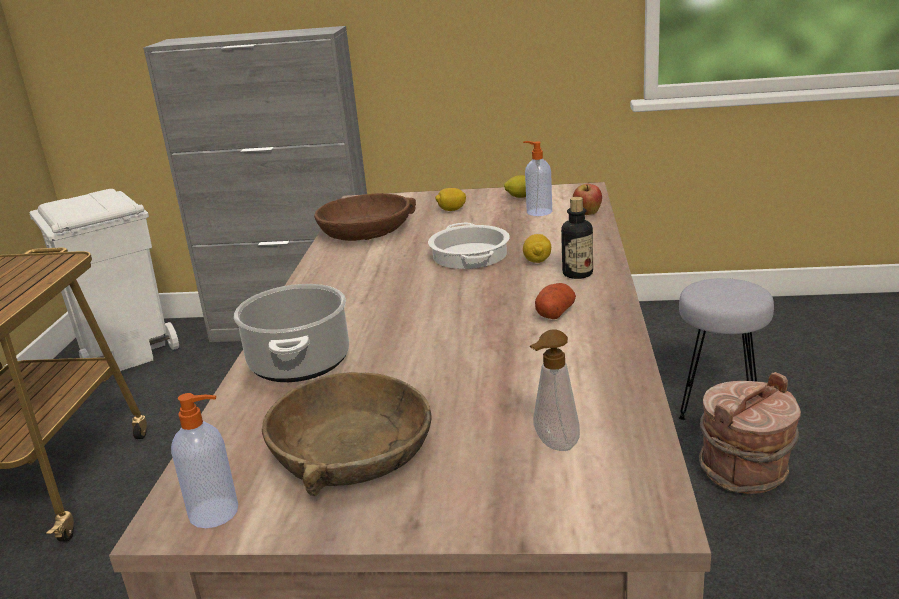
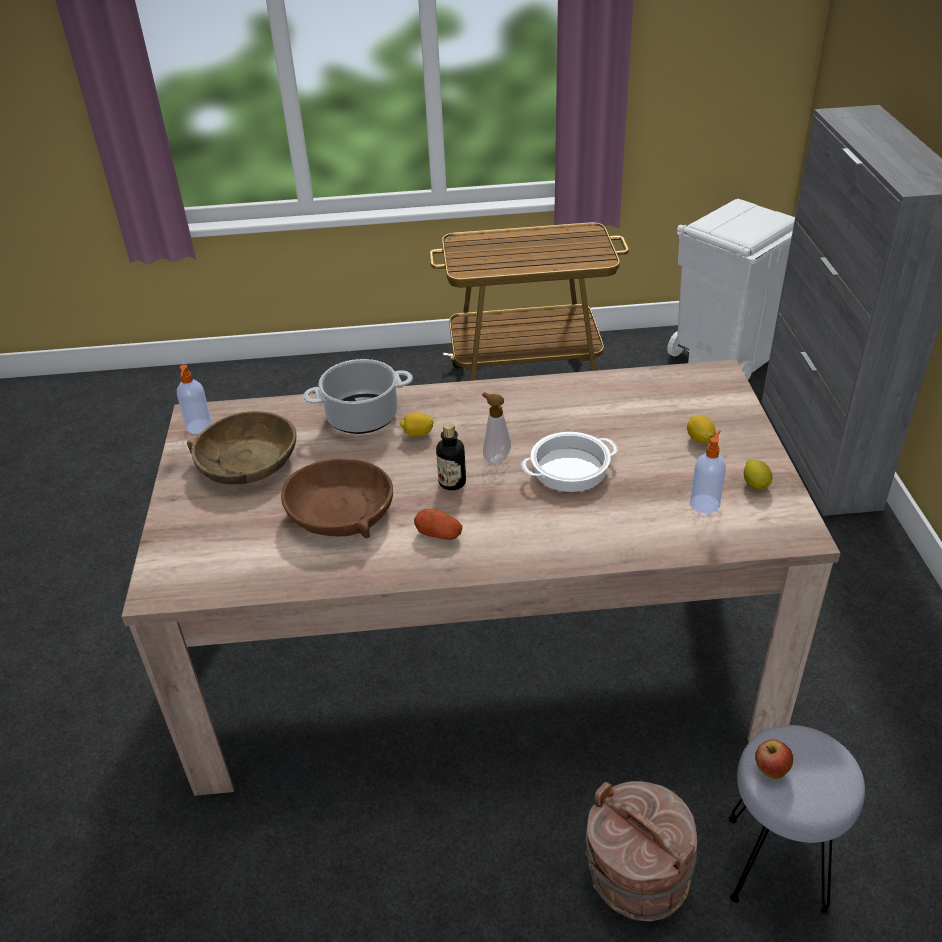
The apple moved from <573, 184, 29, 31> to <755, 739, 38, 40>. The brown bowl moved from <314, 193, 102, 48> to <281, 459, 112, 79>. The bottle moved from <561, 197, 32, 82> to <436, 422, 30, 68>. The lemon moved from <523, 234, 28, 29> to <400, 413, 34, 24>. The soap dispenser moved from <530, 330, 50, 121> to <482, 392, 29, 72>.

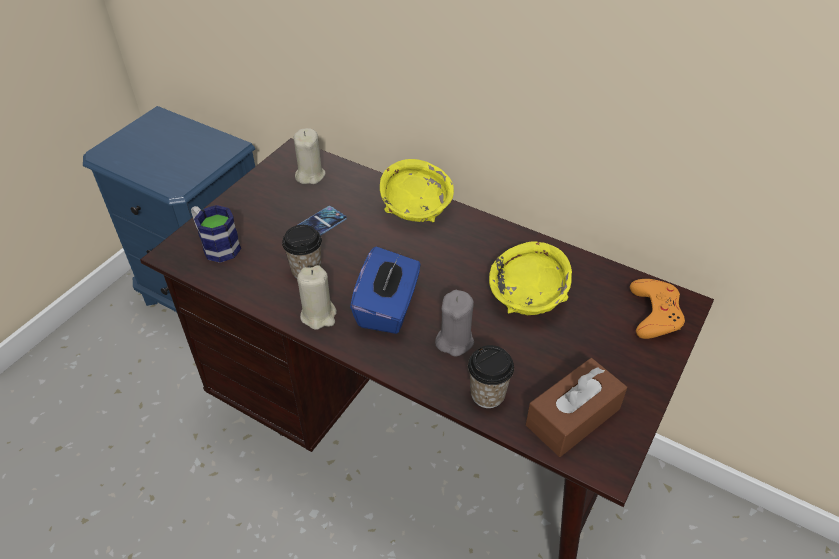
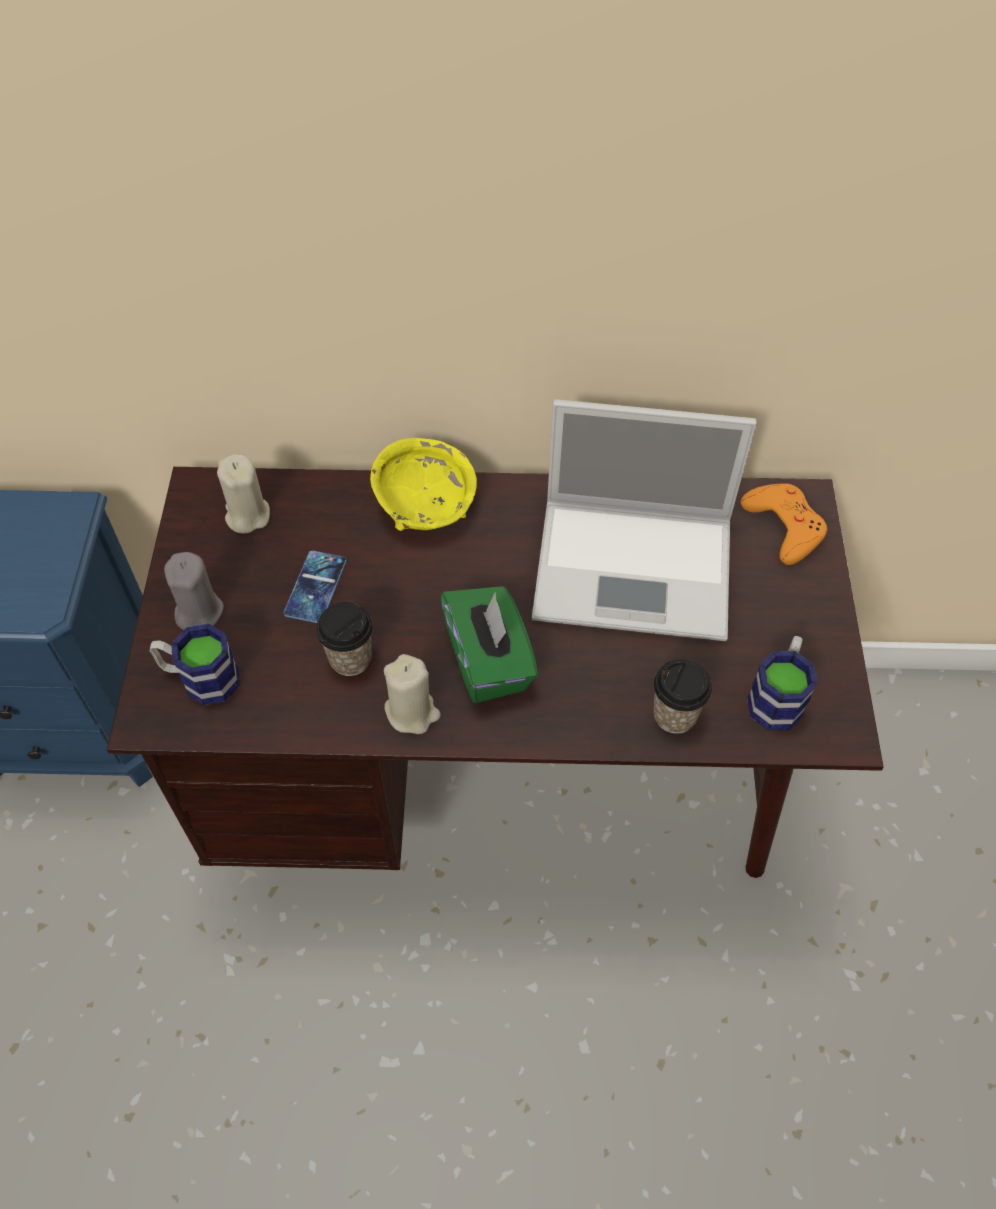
The yellow bowl at <489, 241, 83, 74> was replaced by the laptop at <532, 399, 225, 242>. The blue tissue box at <350, 247, 71, 87> became the green tissue box at <440, 586, 98, 117>. The grey candle moved from <435, 290, 39, 67> to <164, 552, 60, 78>. The brown tissue box at <526, 358, 101, 99> was replaced by the mug at <747, 636, 71, 94>.

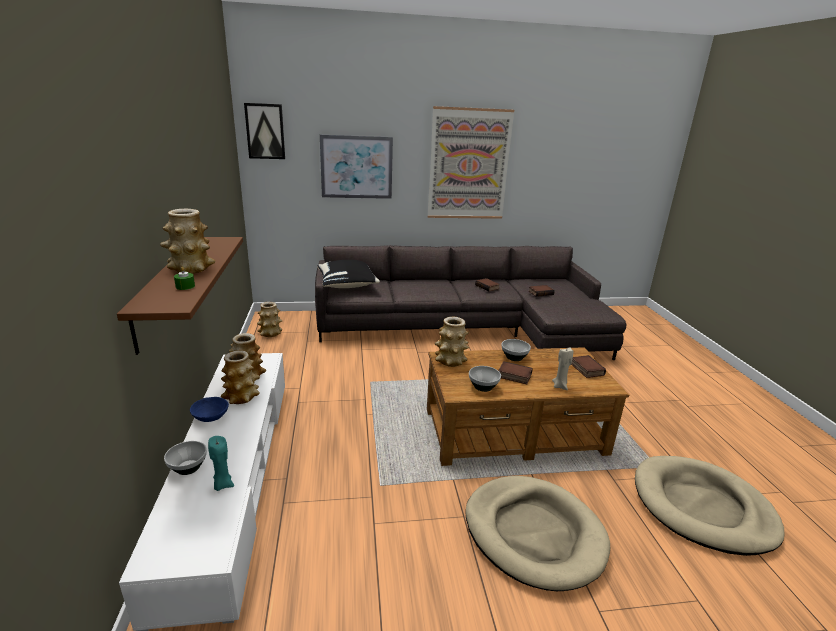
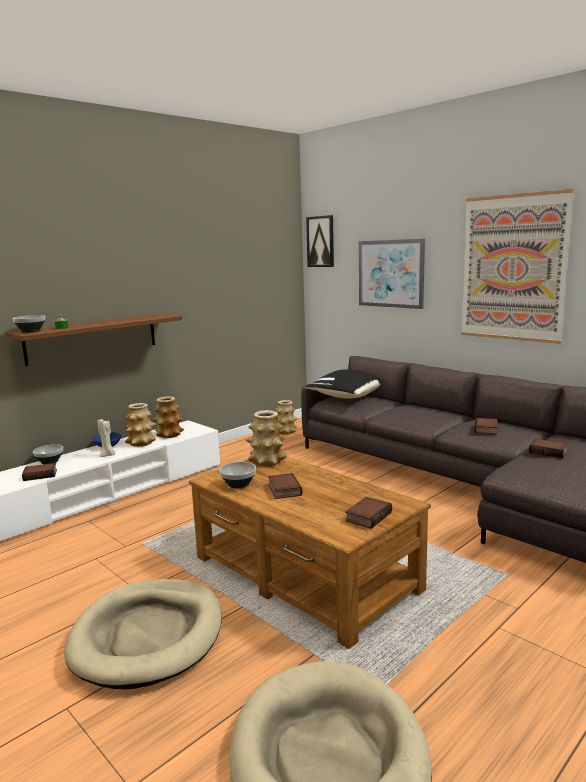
The vase at <160, 209, 55, 65> disappeared. The bowl moved from <502, 339, 29, 22> to <12, 315, 33, 18>. The beige candle moved from <552, 347, 21, 43> to <97, 419, 18, 38>. The turquoise candle at <208, 436, 26, 55> was replaced by the book at <22, 463, 35, 18>.

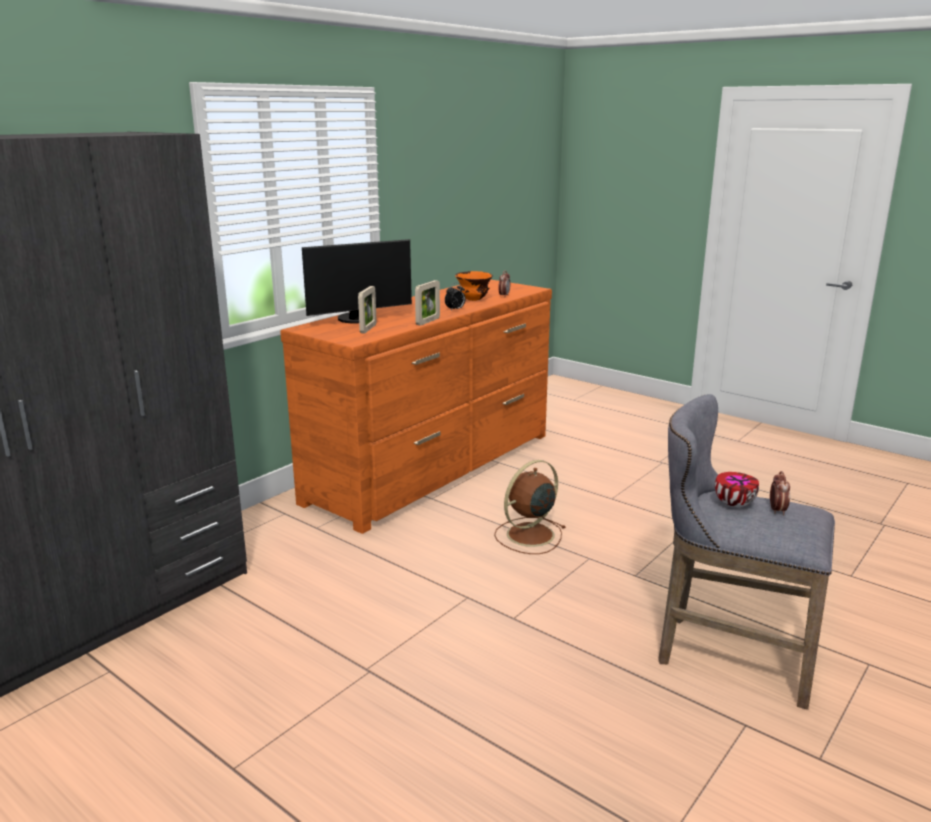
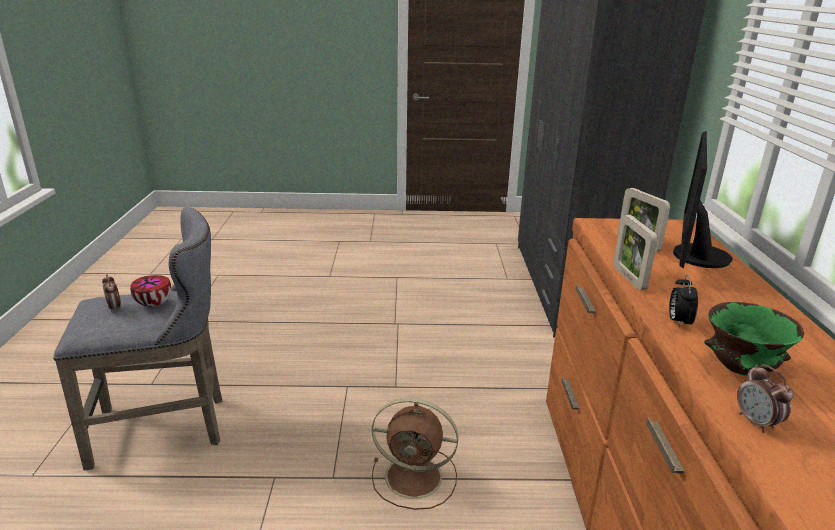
The orange bowl at <455, 271, 38, 30> became the green bowl at <704, 302, 100, 74>. The brown fan at <494, 460, 72, 94> turned 90 degrees clockwise.

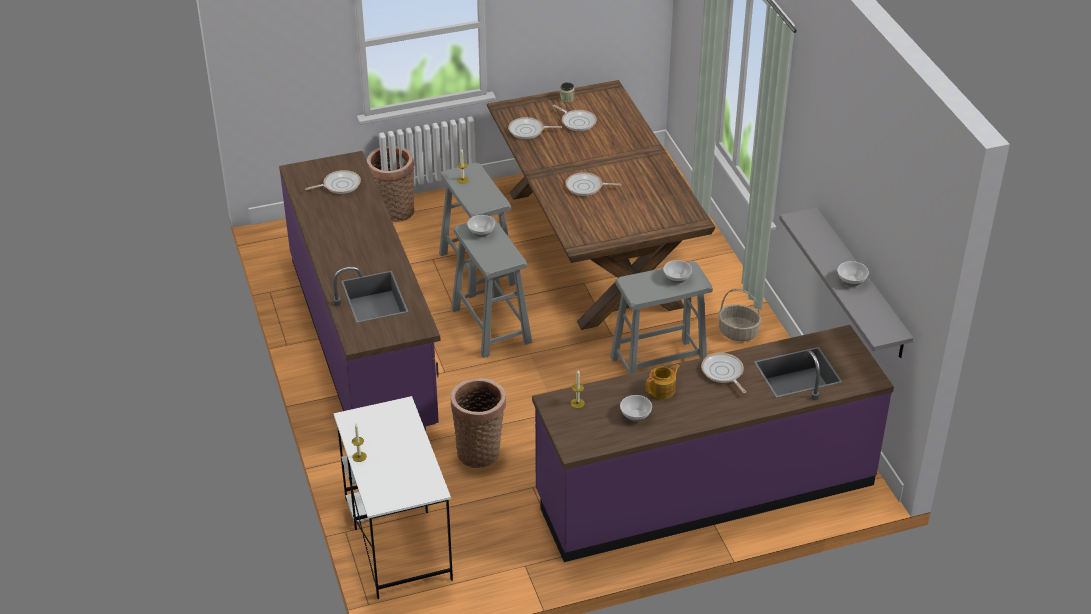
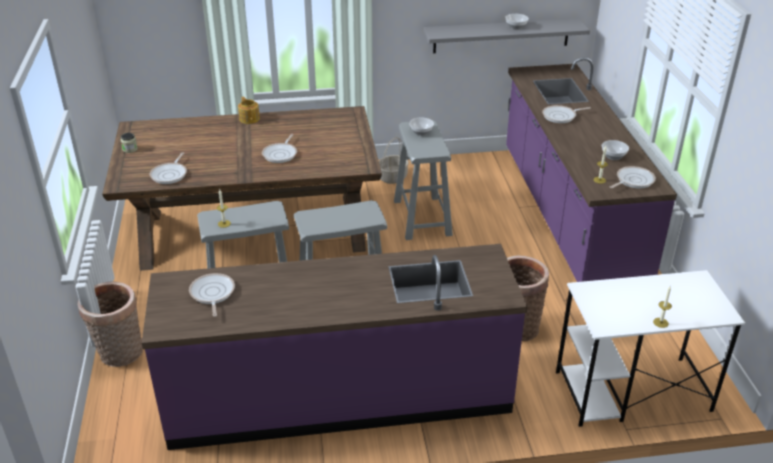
The frying pan moved from <552, 105, 45, 26> to <610, 166, 46, 22>. The bowl at <467, 215, 28, 22> disappeared. The teapot moved from <646, 364, 34, 35> to <238, 97, 22, 27>.

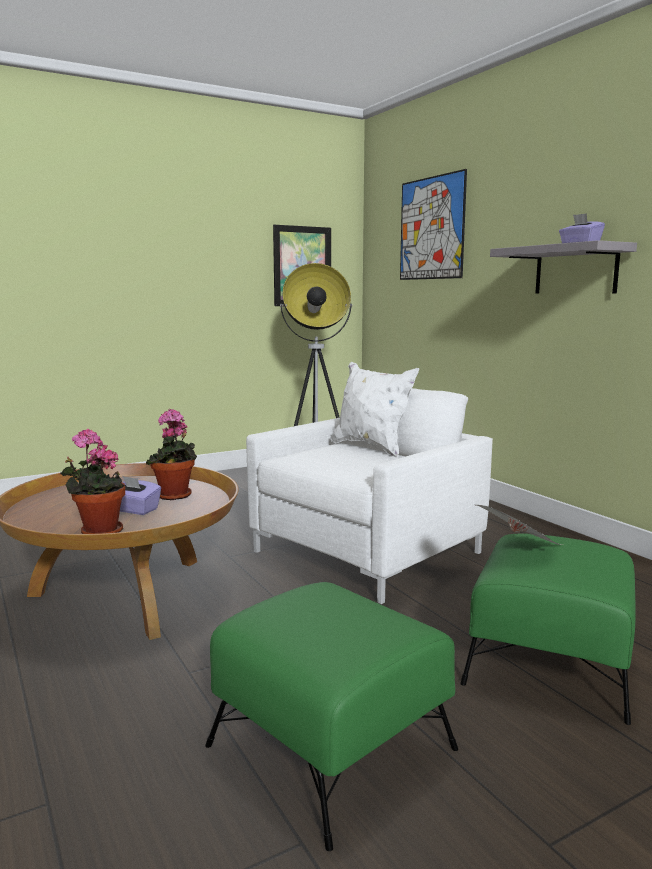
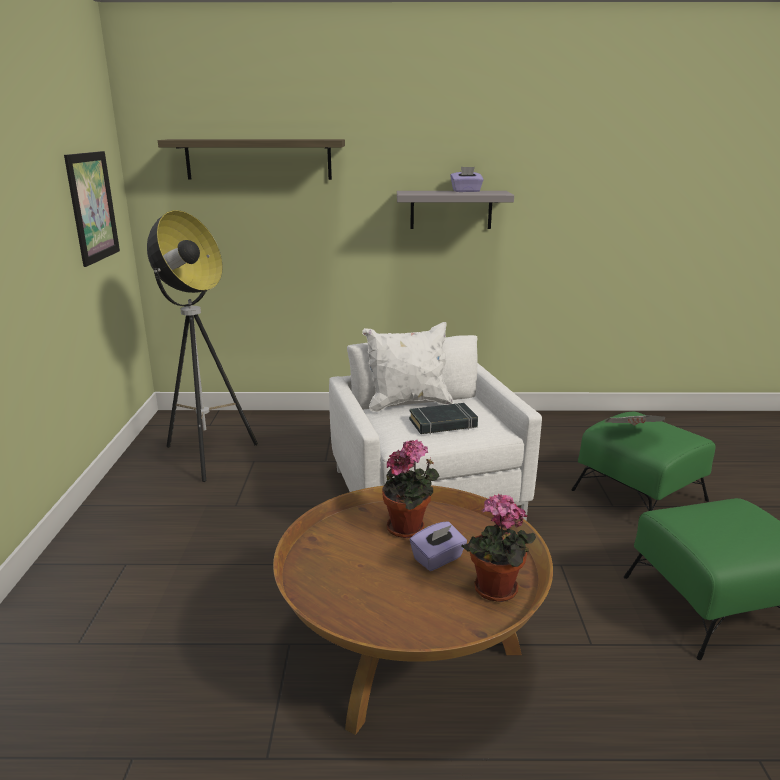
The picture at <400, 169, 67, 111> was replaced by the shelf at <158, 139, 187, 41>. The black book at <409, 403, 69, 31> appeared.

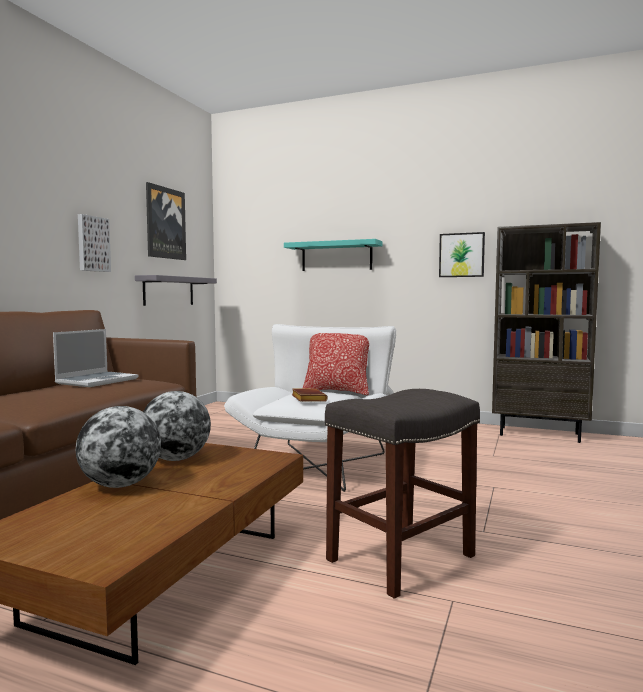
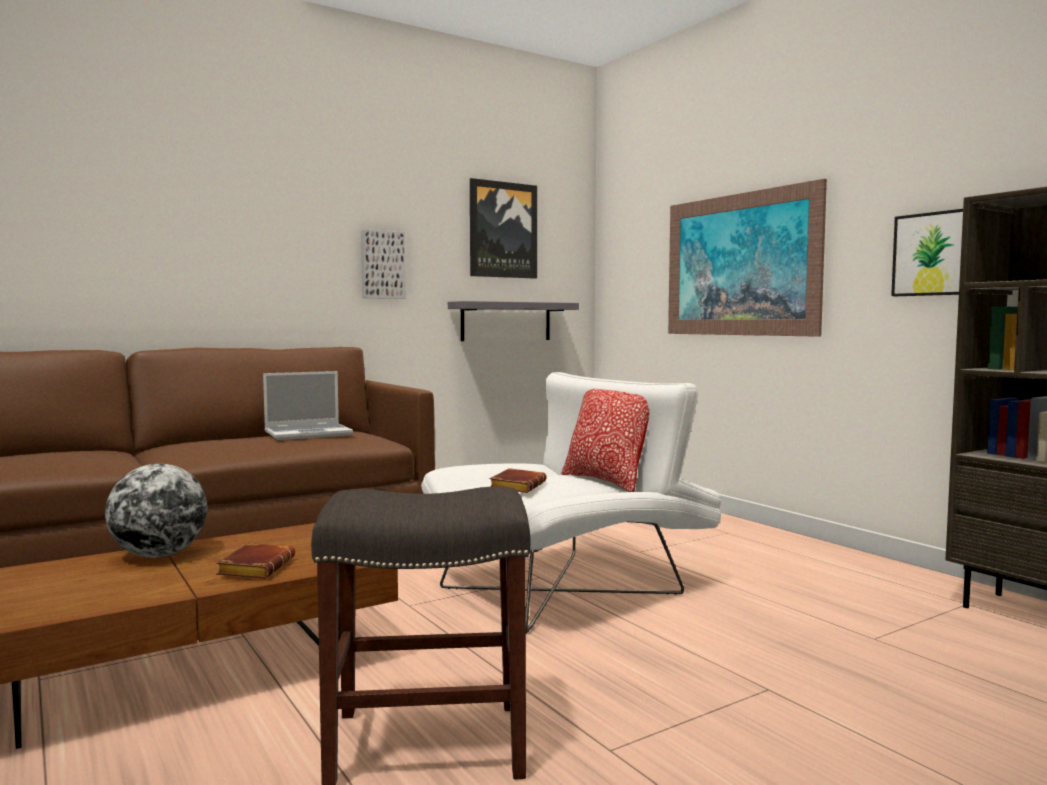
The turquoise shelf at <284, 239, 99, 32> was replaced by the picture at <668, 179, 159, 158>. The globe at <143, 391, 68, 70> disappeared. The brown book at <216, 543, 79, 36> appeared.

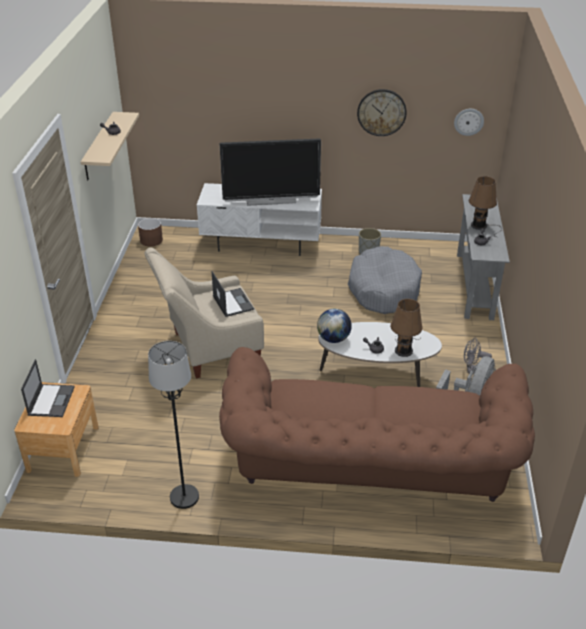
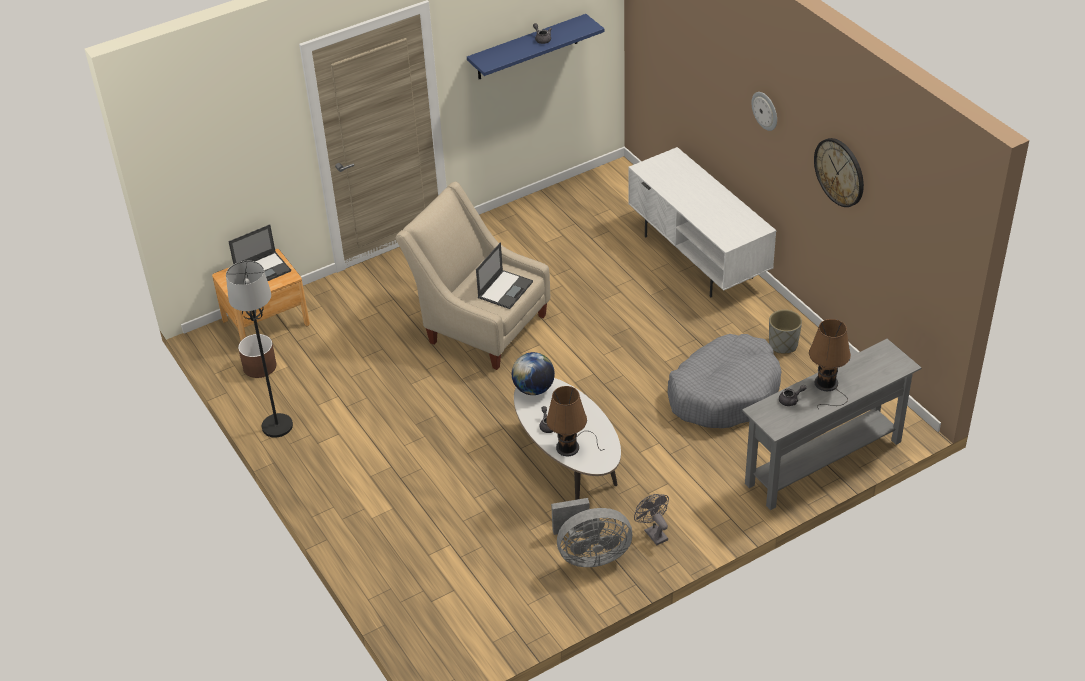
The wall clock moved from <454, 109, 30, 27> to <752, 92, 25, 39>. The beige shelf at <81, 112, 58, 68> became the blue shelf at <467, 14, 138, 65>. The television at <220, 138, 101, 68> disappeared. The brown planter moved from <138, 218, 25, 28> to <238, 334, 39, 44>. The brown sofa at <219, 347, 316, 155> disappeared.

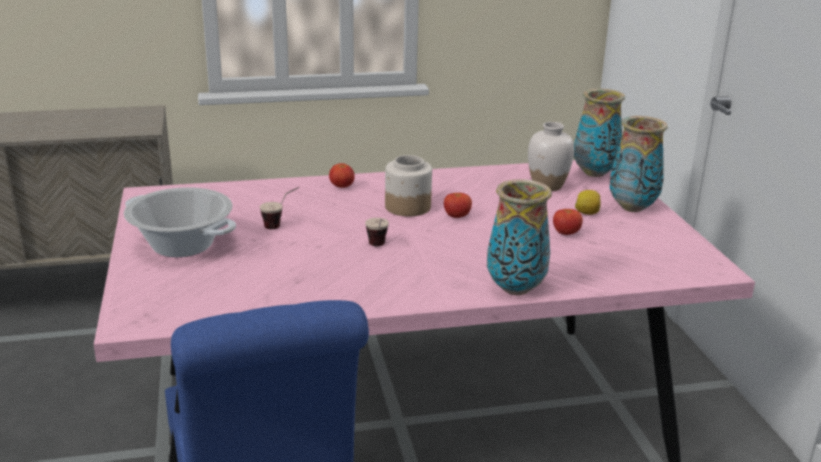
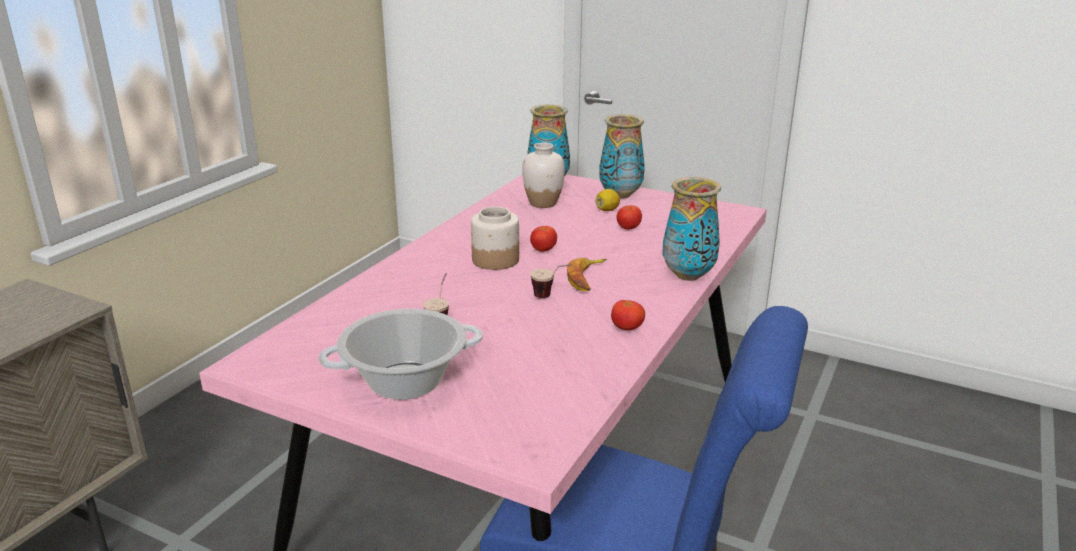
The tomato moved from <329, 163, 26, 25> to <611, 300, 34, 30>. The banana at <567, 258, 40, 33> appeared.

